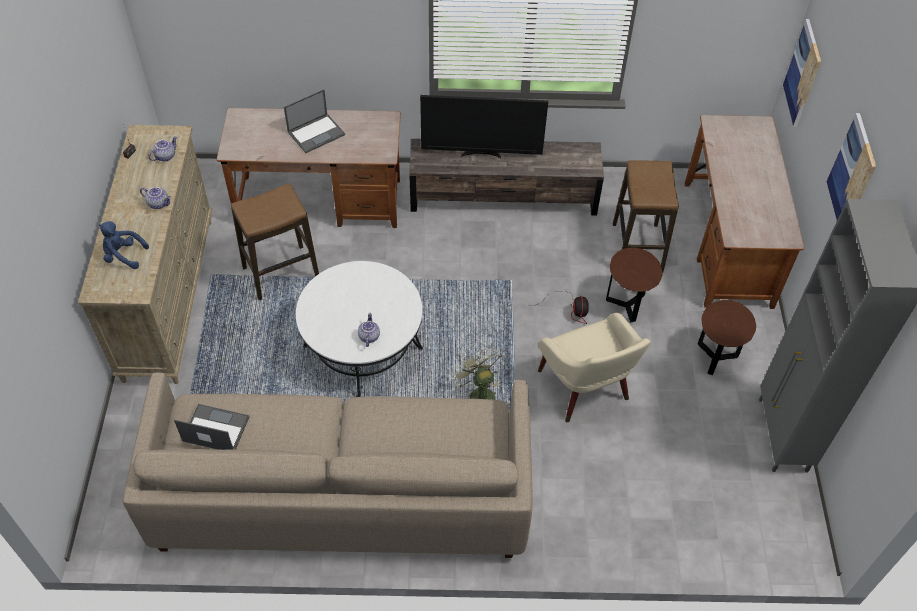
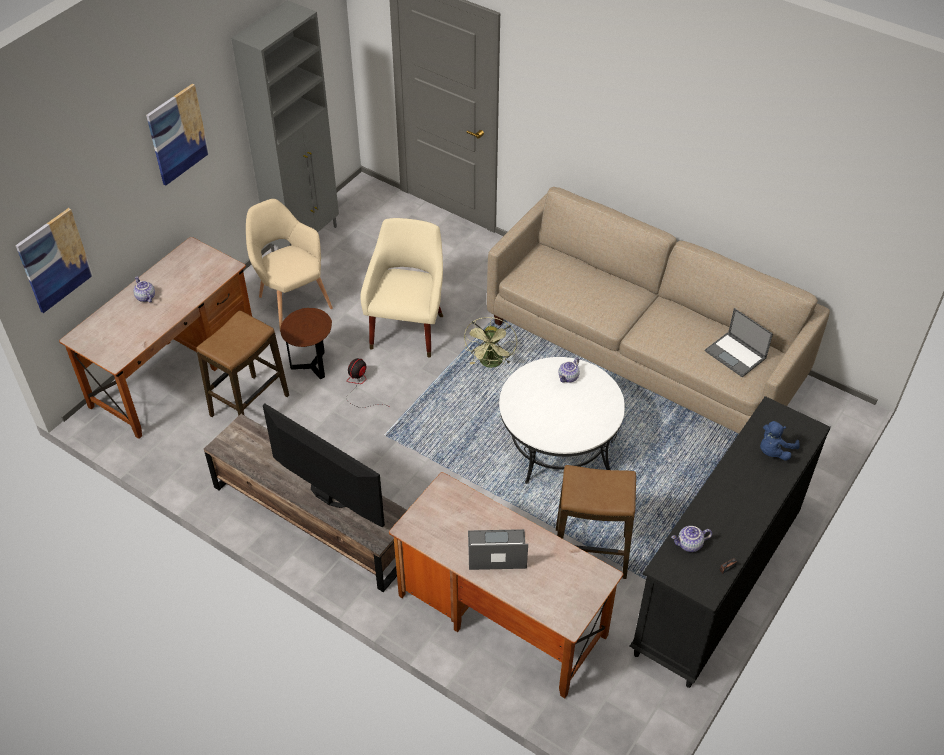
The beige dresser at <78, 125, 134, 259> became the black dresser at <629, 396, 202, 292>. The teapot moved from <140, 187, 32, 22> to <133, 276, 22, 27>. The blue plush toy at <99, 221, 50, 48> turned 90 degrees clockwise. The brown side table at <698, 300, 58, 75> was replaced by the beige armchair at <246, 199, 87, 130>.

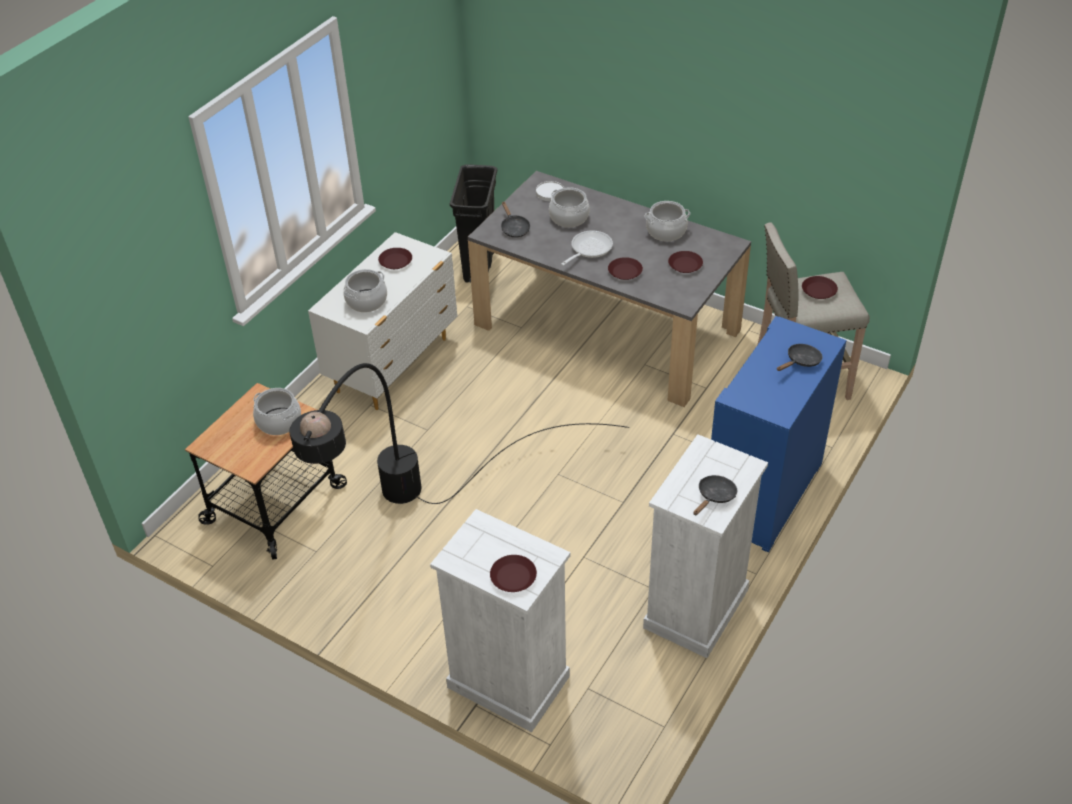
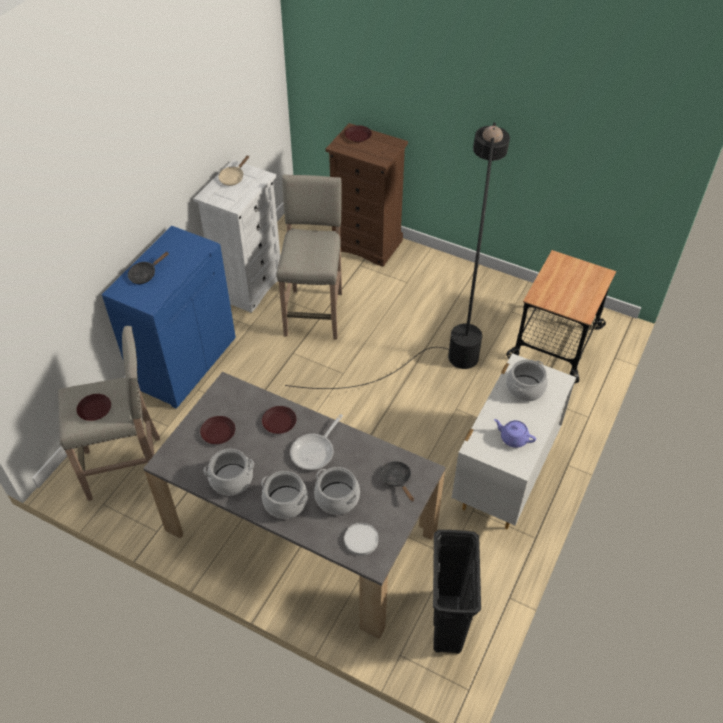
The brown plate at <378, 248, 34, 21> was replaced by the purple teapot at <494, 419, 42, 29>. The cooking pot moved from <253, 388, 48, 47> to <261, 471, 47, 48>. The black frying pan at <694, 475, 43, 40> became the beige frying pan at <218, 156, 31, 30>. The white dresser at <430, 509, 141, 223> became the brown dresser at <326, 123, 82, 144>. The beige stool at <276, 174, 66, 166> appeared.

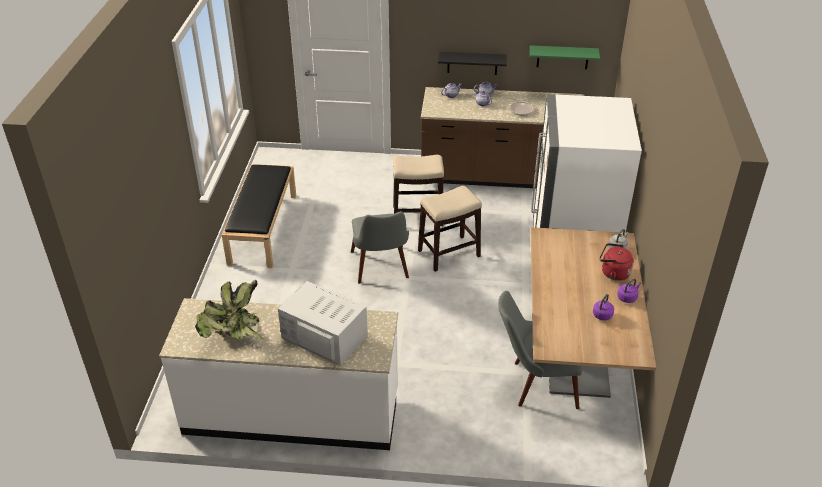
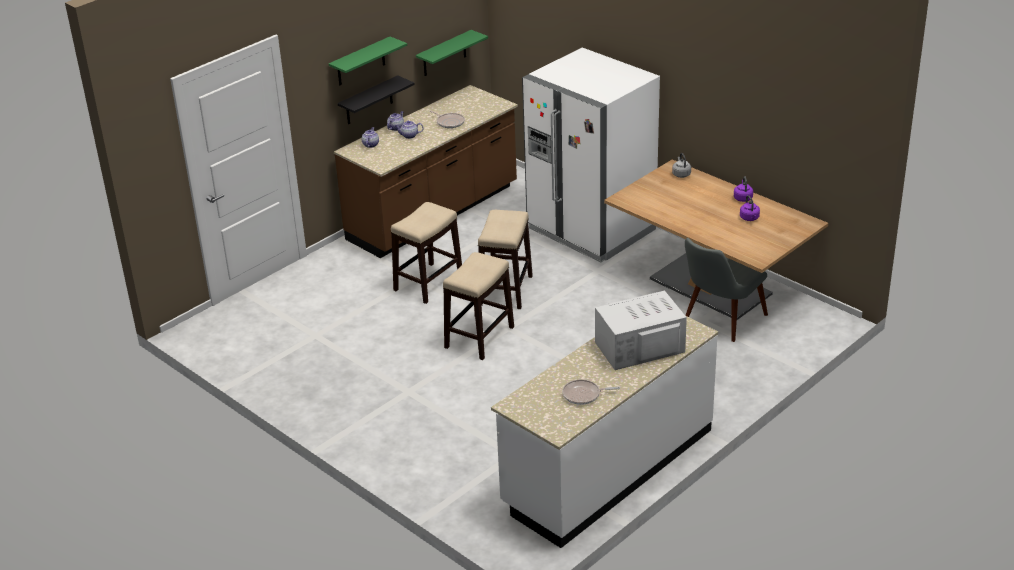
The black bench at <222, 164, 74, 104> disappeared. The grey chair at <351, 211, 58, 73> was replaced by the stool at <443, 252, 71, 108>. The red kettle at <600, 243, 34, 38> disappeared. The potted plant at <195, 280, 68, 61> was replaced by the frying pan at <562, 379, 58, 26>. The green shelf at <329, 36, 78, 49> appeared.

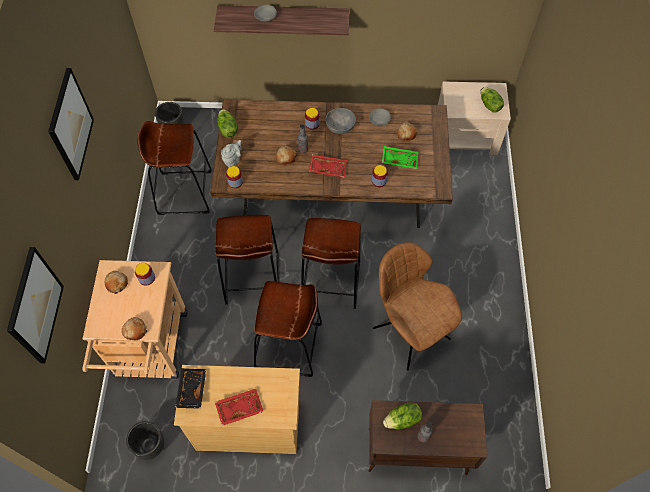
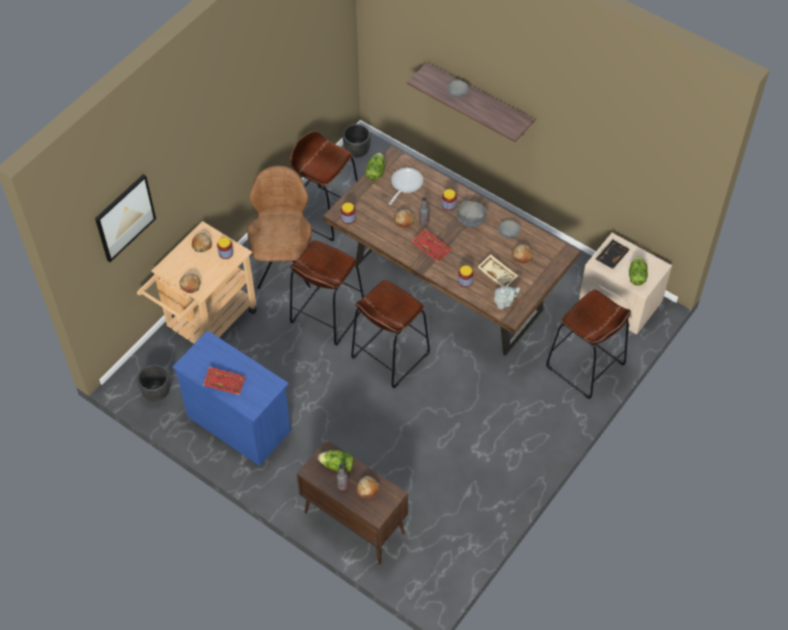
The picture at <48, 68, 46, 112> disappeared. The grey teapot moved from <221, 140, 20, 27> to <494, 286, 26, 23>. The green tray at <382, 146, 36, 23> became the beige tray at <478, 254, 40, 33>. The brown chair moved from <373, 242, 89, 128> to <247, 166, 65, 123>. The brown stool moved from <254, 281, 68, 96> to <546, 289, 85, 110>. The beige dresser at <174, 365, 126, 89> became the blue dresser at <172, 330, 119, 136>. The black tray moved from <175, 368, 31, 41> to <596, 240, 34, 29>. The frying pan at <389, 168, 34, 37> appeared. The bread at <356, 476, 24, 22> appeared.

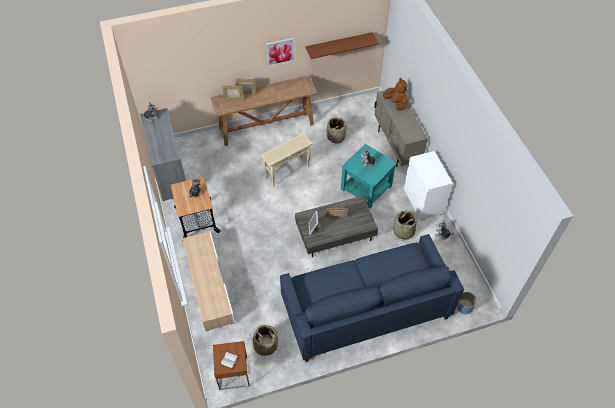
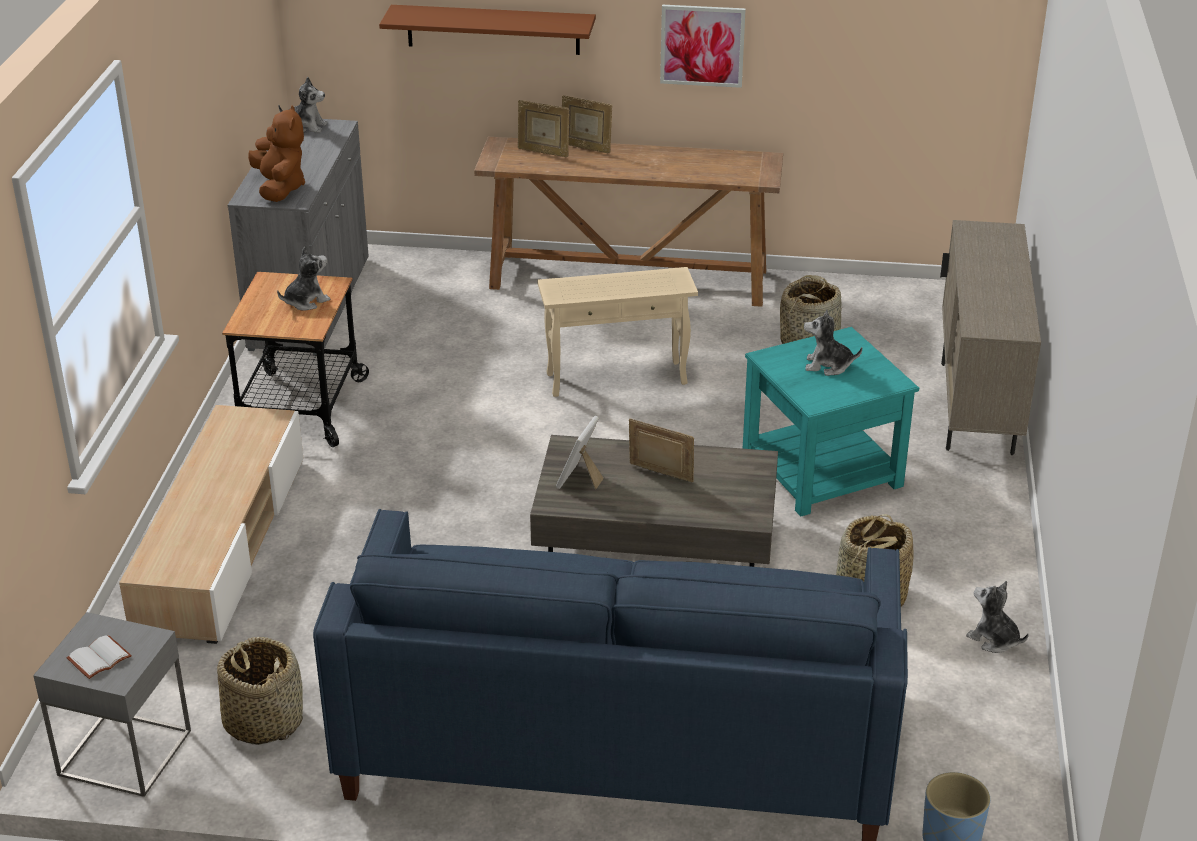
The brown shelf moved from <305, 32, 74, 27> to <379, 5, 217, 50>. The brown plush toy moved from <383, 78, 25, 33> to <248, 105, 57, 97>. The white dresser at <404, 151, 49, 69> disappeared. The brown side table at <213, 341, 37, 49> became the grey side table at <33, 612, 158, 185>.

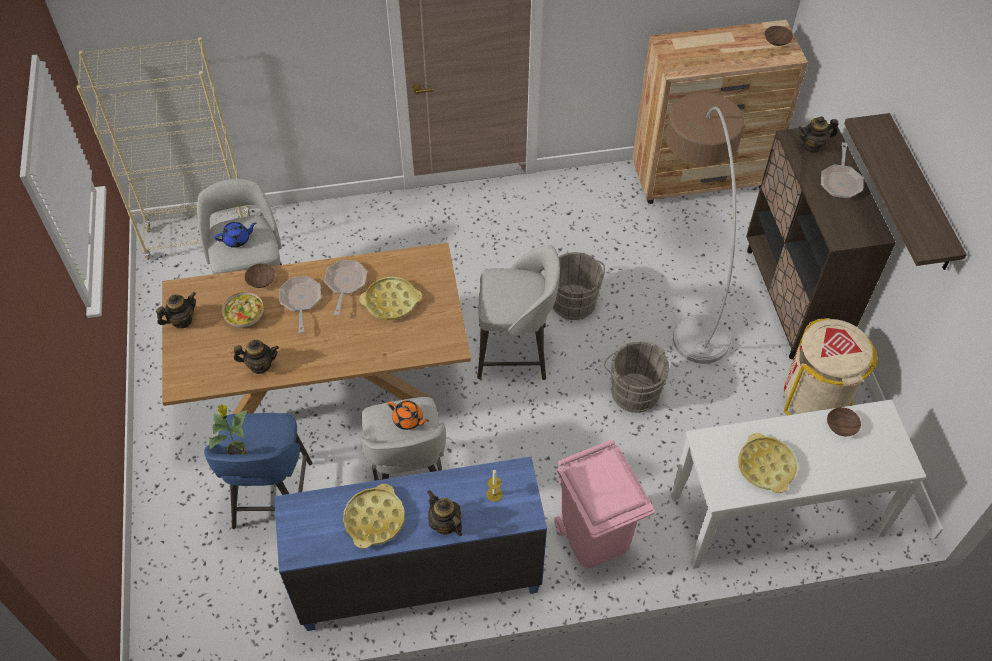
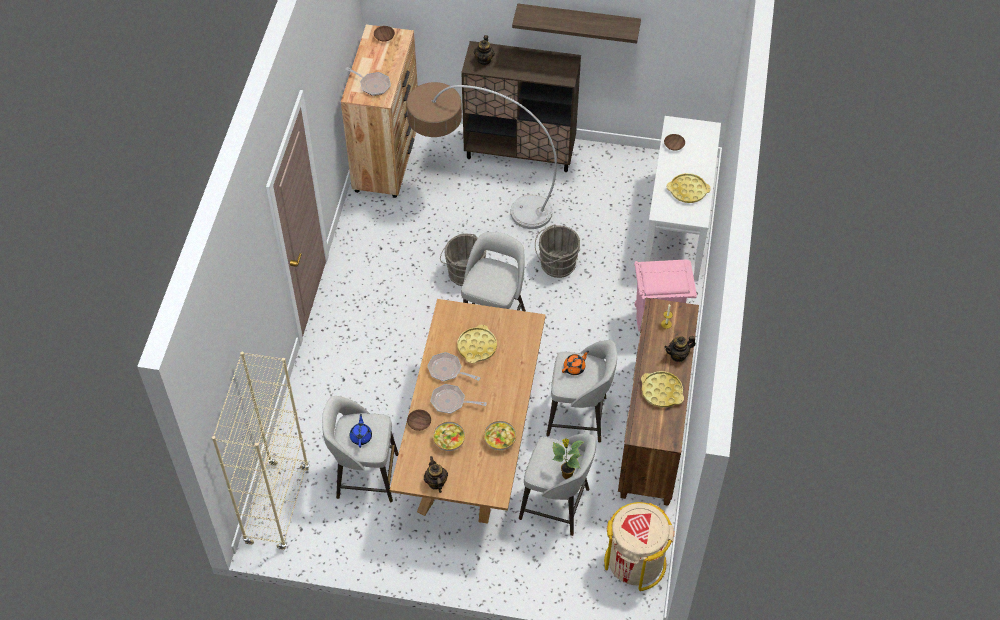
The frying pan moved from <821, 142, 43, 57> to <345, 67, 46, 29>. The beige trash can moved from <784, 318, 94, 97> to <604, 502, 71, 89>. The teapot at <234, 340, 45, 34> was replaced by the bowl at <484, 421, 32, 29>. The blue stool at <204, 413, 108, 116> became the grey stool at <519, 434, 77, 102>. The blue dresser at <274, 457, 273, 174> became the brown dresser at <618, 298, 81, 208>.

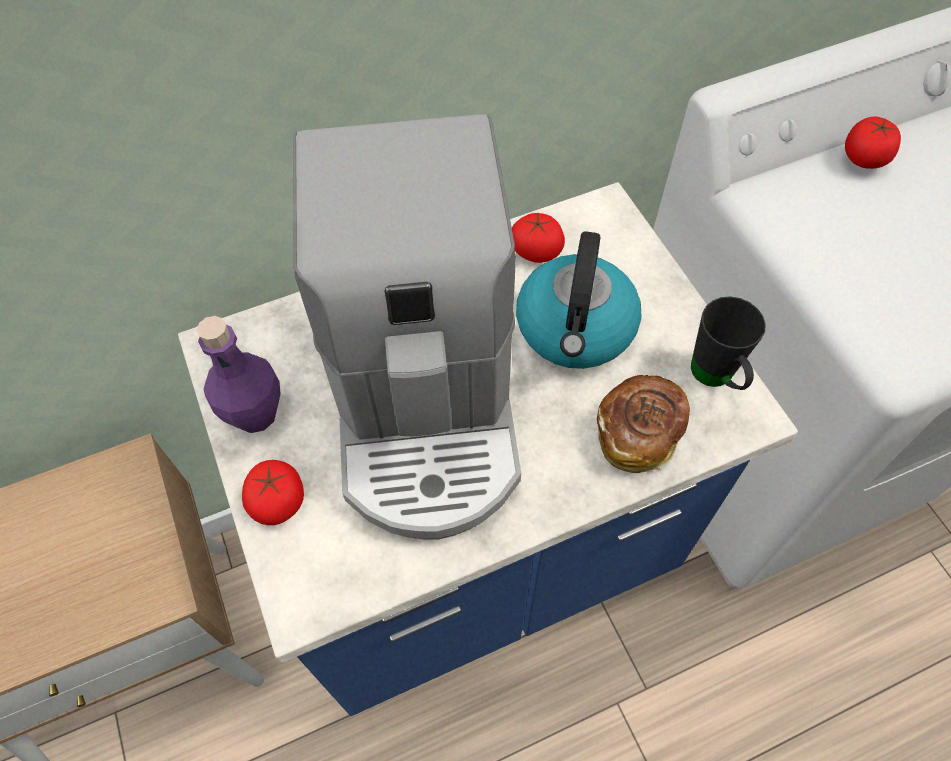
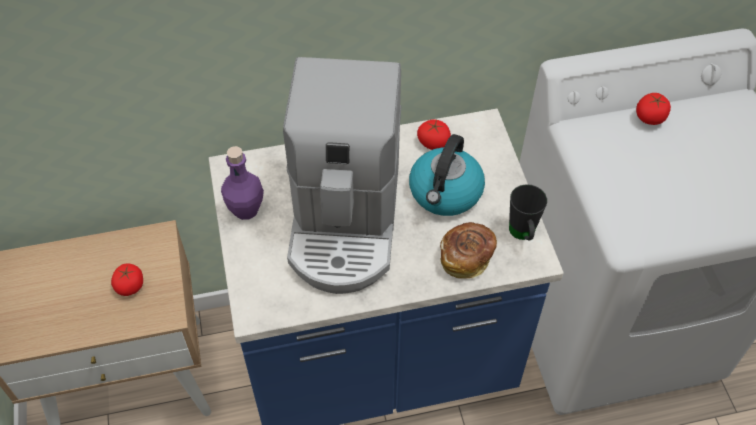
The tomato moved from <242, 460, 62, 65> to <111, 263, 32, 33>.

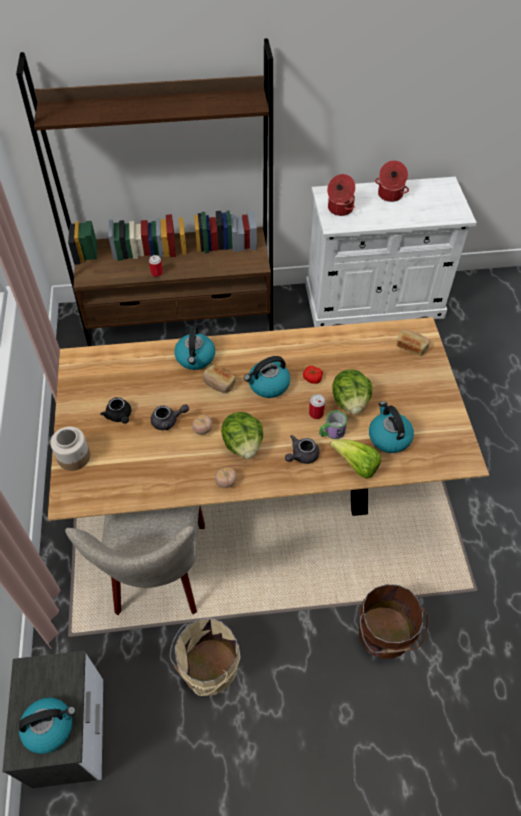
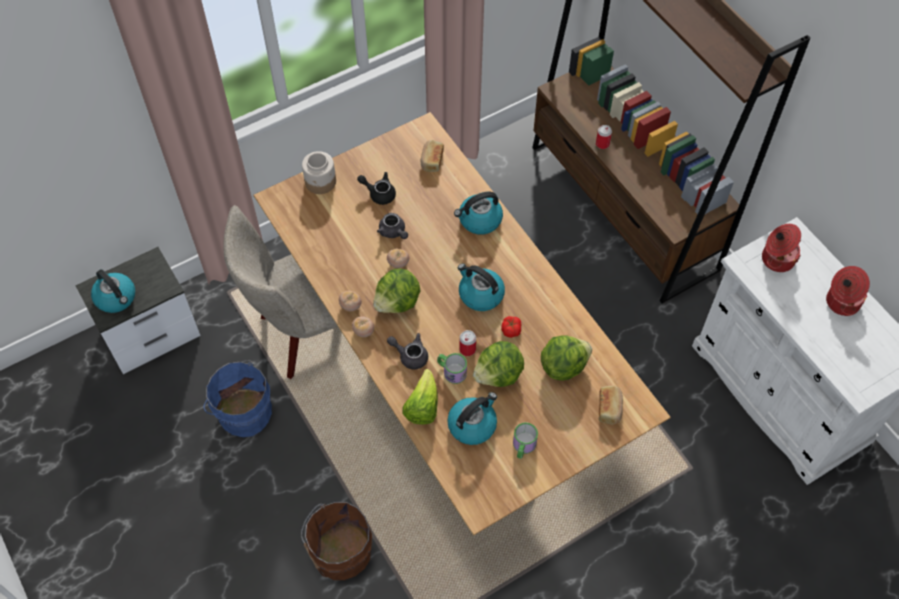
The bread moved from <202, 365, 34, 28> to <421, 140, 23, 32>. The black teapot at <100, 397, 31, 27> turned 75 degrees clockwise. The beige bucket at <170, 618, 71, 78> became the blue bucket at <203, 360, 69, 77>. The tomato at <352, 316, 22, 21> appeared. The lettuce at <541, 335, 51, 46> appeared. The mug at <513, 422, 25, 37> appeared.

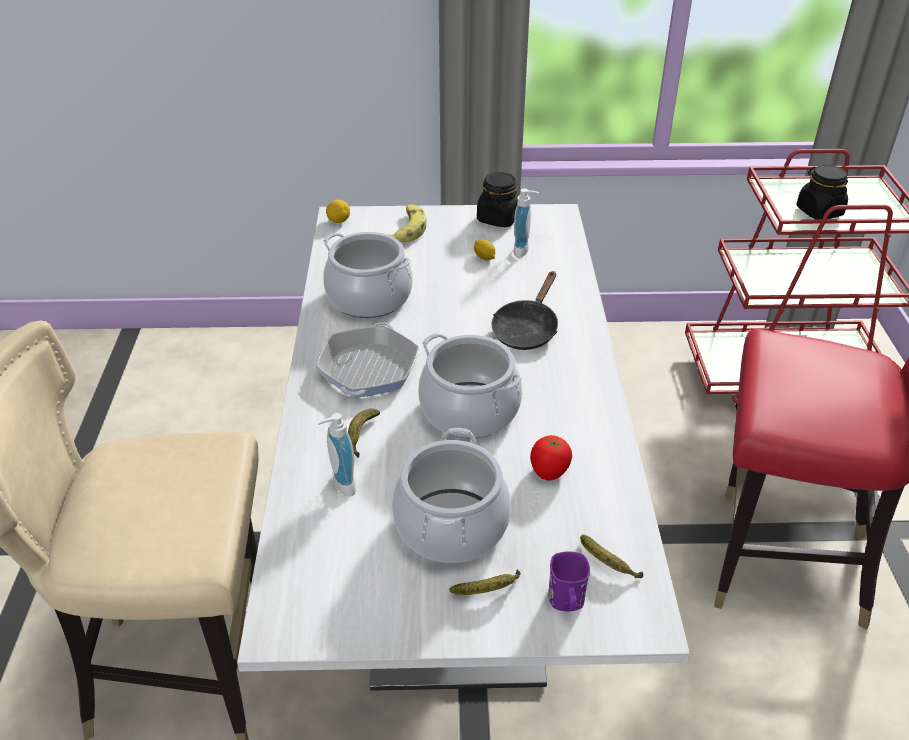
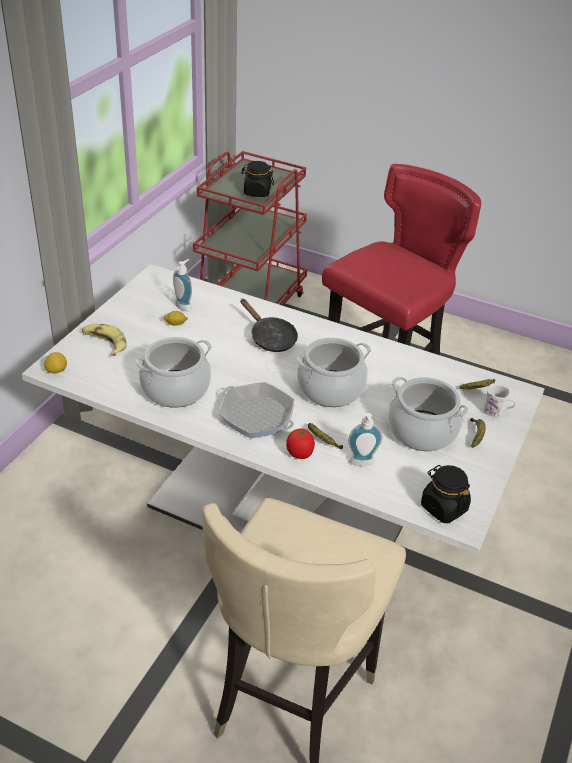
The black jar moved from <477, 172, 42, 55> to <421, 465, 50, 58>. The tomato moved from <530, 435, 42, 45> to <286, 428, 29, 31>. The purple mug at <548, 551, 42, 60> became the white mug at <483, 383, 33, 35>.

